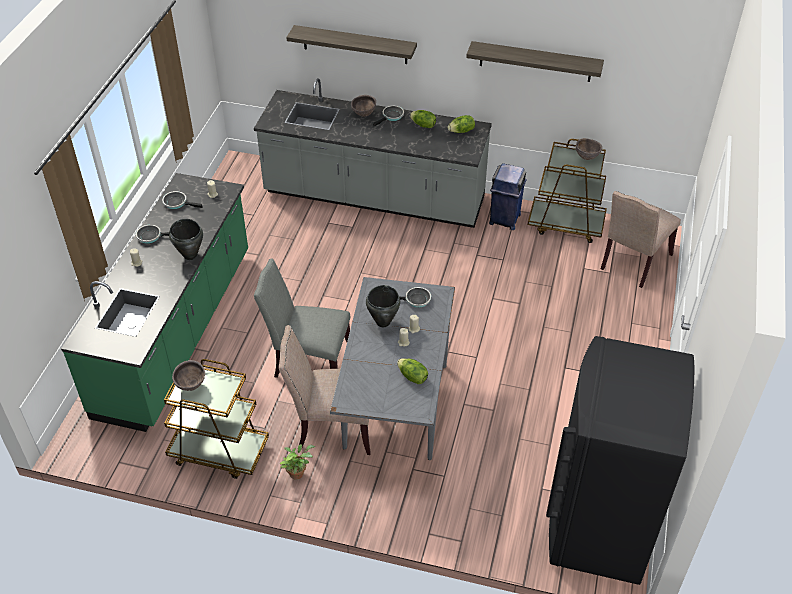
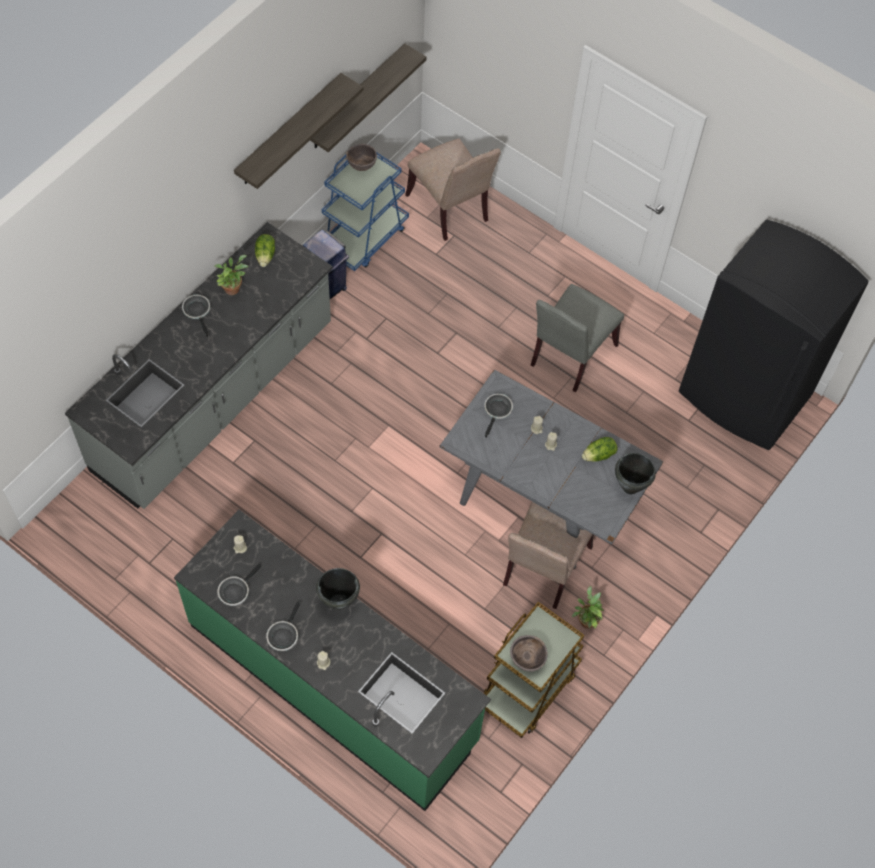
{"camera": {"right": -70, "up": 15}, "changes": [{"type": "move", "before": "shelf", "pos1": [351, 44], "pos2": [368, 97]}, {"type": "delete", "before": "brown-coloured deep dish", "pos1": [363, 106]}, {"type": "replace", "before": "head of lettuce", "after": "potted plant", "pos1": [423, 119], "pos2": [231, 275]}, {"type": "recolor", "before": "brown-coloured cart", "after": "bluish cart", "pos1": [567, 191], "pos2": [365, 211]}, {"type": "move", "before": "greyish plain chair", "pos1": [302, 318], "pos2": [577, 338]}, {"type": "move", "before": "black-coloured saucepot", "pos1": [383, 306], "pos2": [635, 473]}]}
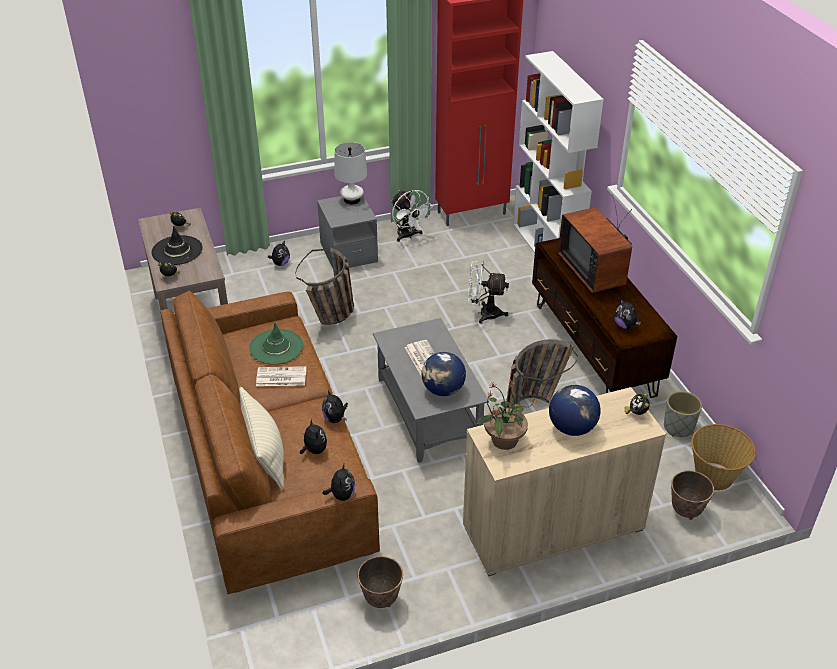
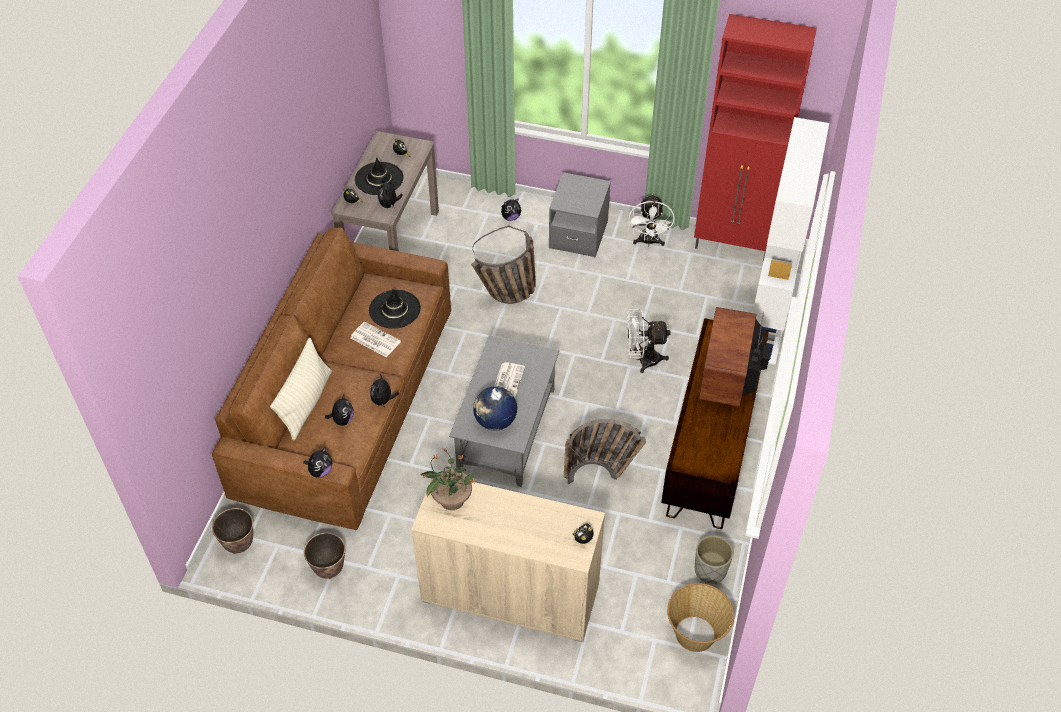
{"camera": {"right": 35, "up": 10}, "changes": [{"type": "delete", "before": "white tabletop lamp", "pos1": [350, 173]}, {"type": "rotate", "before": "white fan", "pos1": [488, 292], "pos2": [648, 341], "turn": -45}, {"type": "move", "before": "soft toy", "pos1": [627, 314], "pos2": [390, 193]}, {"type": "recolor", "before": "green-coloured clothing hat", "after": "black-coloured clothing hat", "pos1": [276, 344], "pos2": [395, 309]}, {"type": "delete", "before": "world globe", "pos1": [575, 410]}, {"type": "move", "before": "flower pot", "pos1": [692, 495], "pos2": [232, 531]}]}
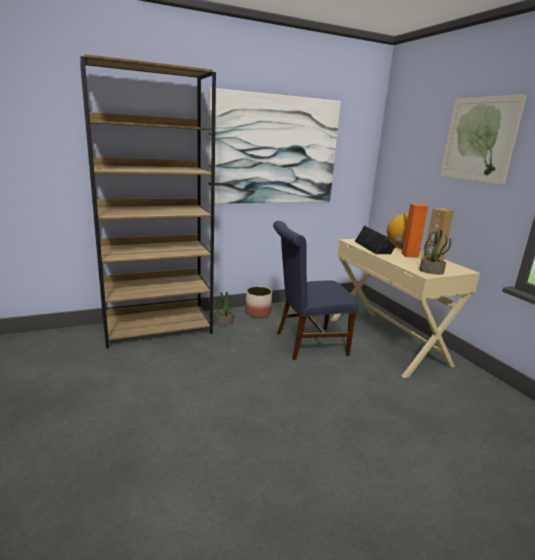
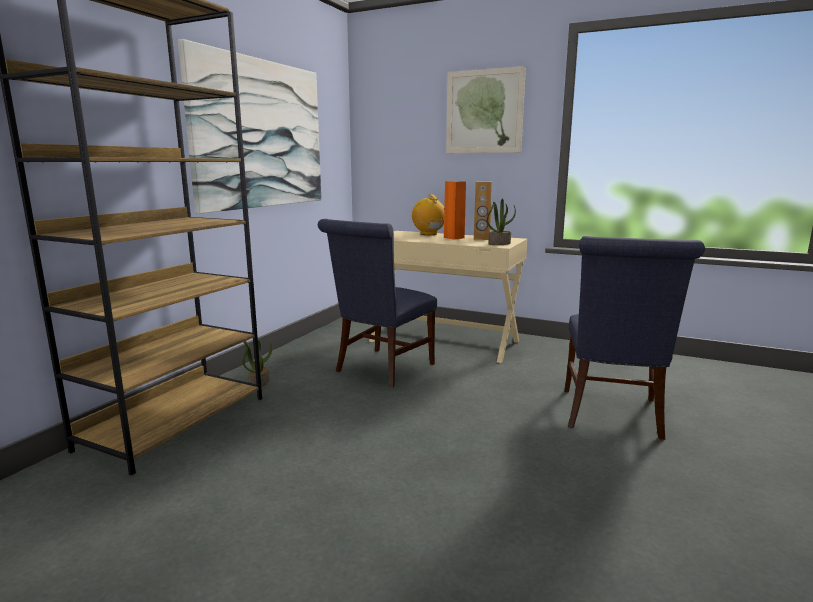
{"camera": {"right": -40, "up": -5}, "changes": [{"type": "delete", "before": "black-coloured speaker", "pos1": [375, 239]}, {"type": "delete", "before": "flower pot", "pos1": [258, 302]}, {"type": "insert", "after": "bluish plain chair", "pos2": [634, 338]}]}
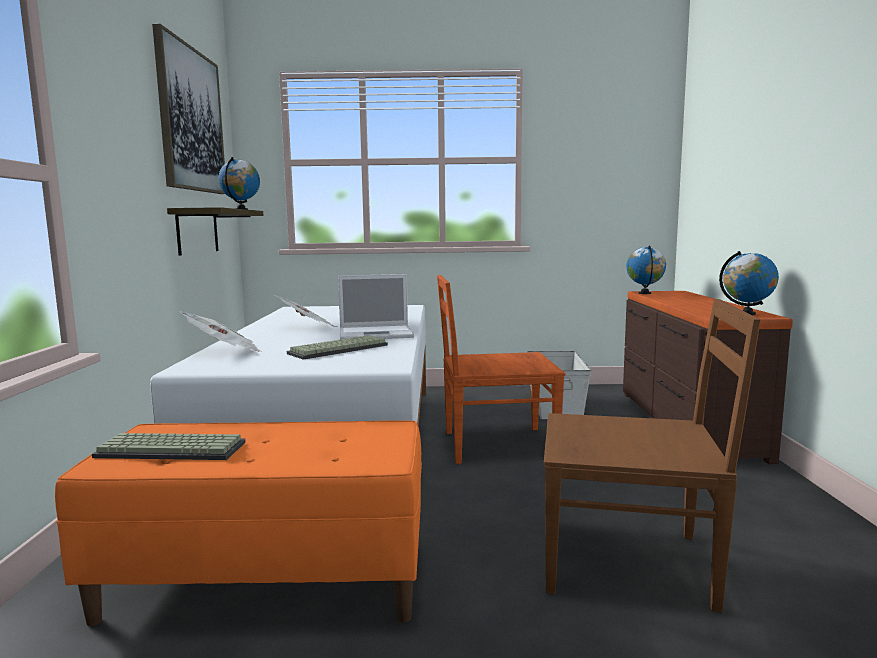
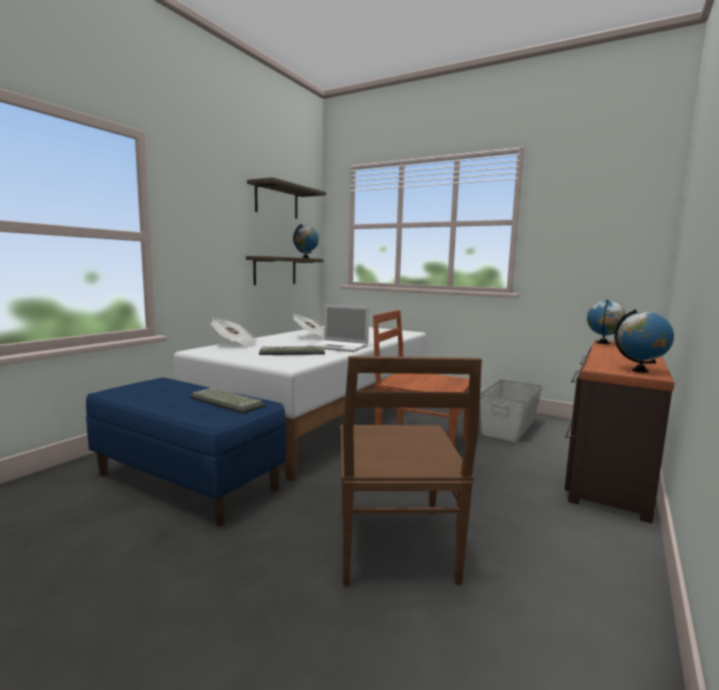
{"camera": {"right": 30, "up": 0}, "changes": [{"type": "replace", "before": "picture", "after": "shelf", "pos1": [188, 109], "pos2": [286, 198]}, {"type": "rotate", "before": "brown-coloured plain chair", "pos1": [652, 455], "pos2": [411, 471], "turn": 45}, {"type": "recolor", "before": "orangey long seat", "after": "bluish long seat", "pos1": [238, 523], "pos2": [186, 451]}, {"type": "move", "before": "PC keyboard", "pos1": [169, 446], "pos2": [227, 401]}]}
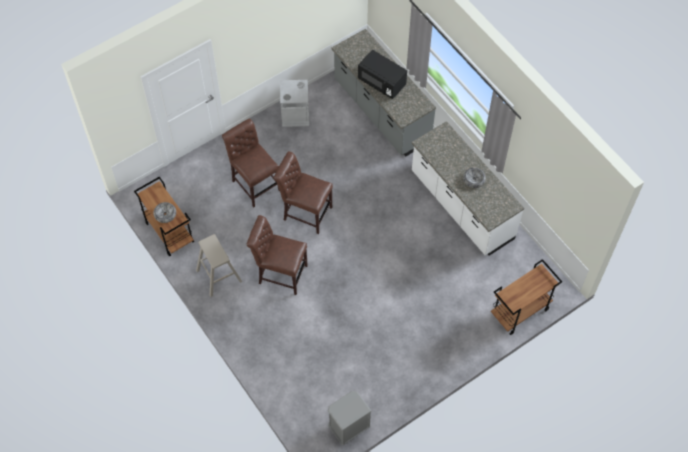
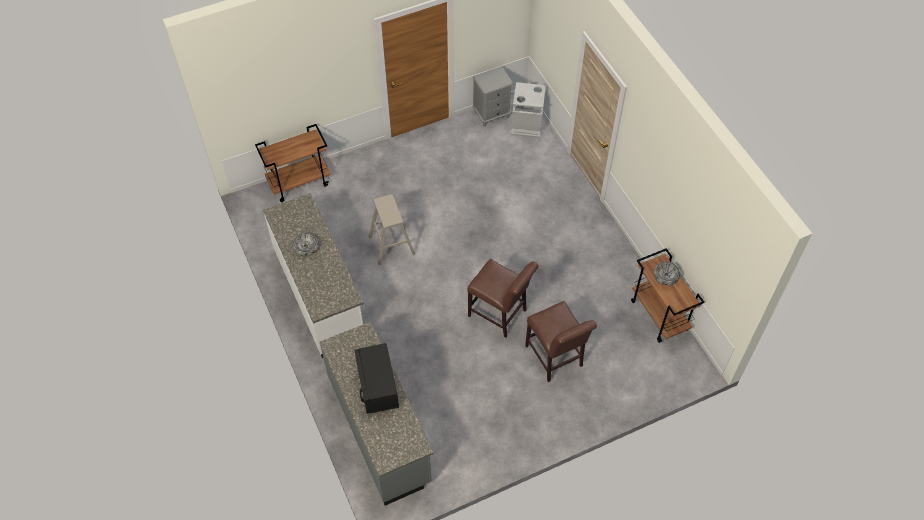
{"camera": {"right": -170, "up": -5}, "changes": [{"type": "rotate", "before": "black-coloured microwave oven", "pos1": [382, 74], "pos2": [377, 378], "turn": -150}, {"type": "move", "before": "greyish rubbish bin", "pos1": [294, 103], "pos2": [528, 110]}, {"type": "delete", "before": "brown-coloured plain chair", "pos1": [277, 255]}, {"type": "move", "before": "beige-coloured stool seat", "pos1": [219, 265], "pos2": [392, 229]}]}
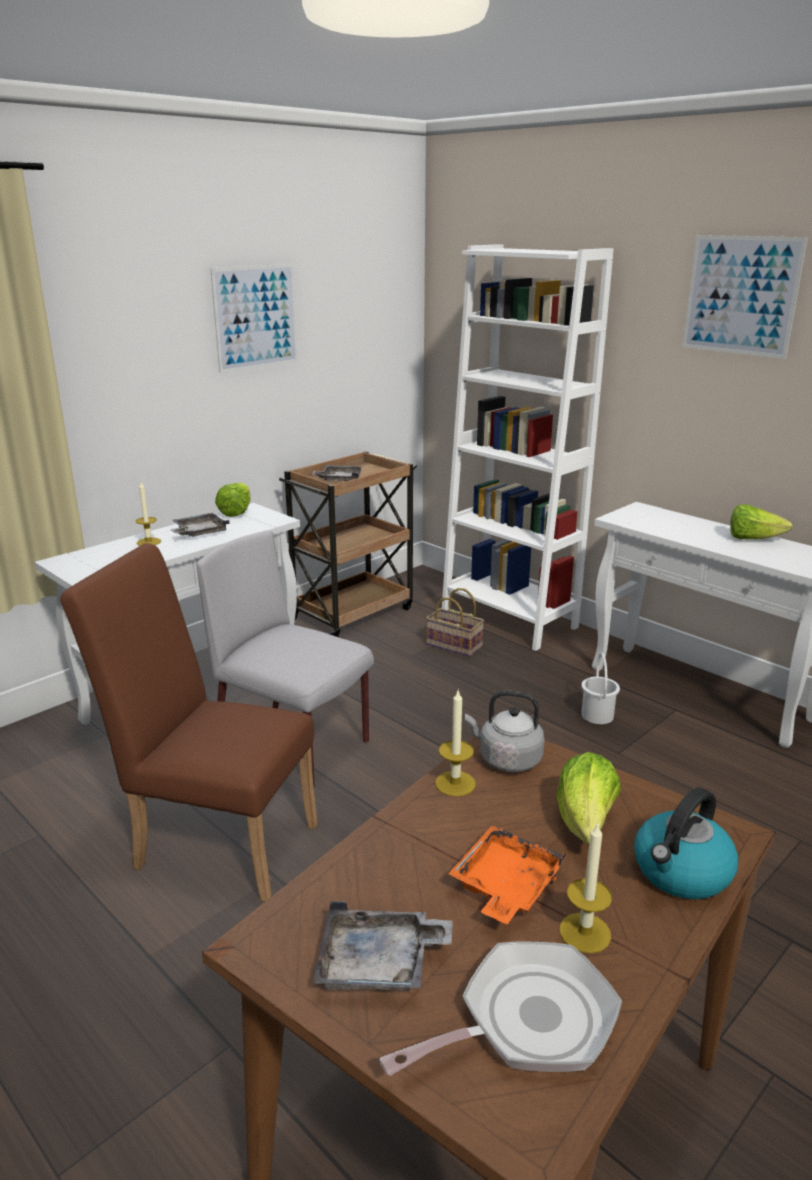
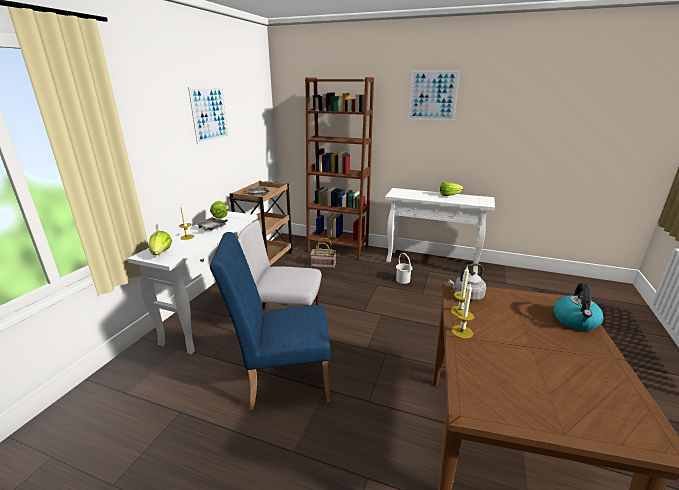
{"camera": {"right": -25, "up": 0}, "changes": [{"type": "recolor", "before": "white shelving unit", "after": "brown-coloured shelving unit", "pos1": [528, 447], "pos2": [339, 168]}, {"type": "recolor", "before": "brown-coloured plain chair", "after": "bluish plain chair", "pos1": [189, 722], "pos2": [270, 321]}, {"type": "move", "before": "head of lettuce", "pos1": [588, 798], "pos2": [160, 243]}, {"type": "move", "before": "wax candle", "pos1": [585, 887], "pos2": [463, 311]}, {"type": "delete", "before": "orangey carrying tray", "pos1": [507, 874]}, {"type": "delete", "before": "greyish carrying tray", "pos1": [383, 946]}, {"type": "delete", "before": "frying pan", "pos1": [500, 1009]}]}
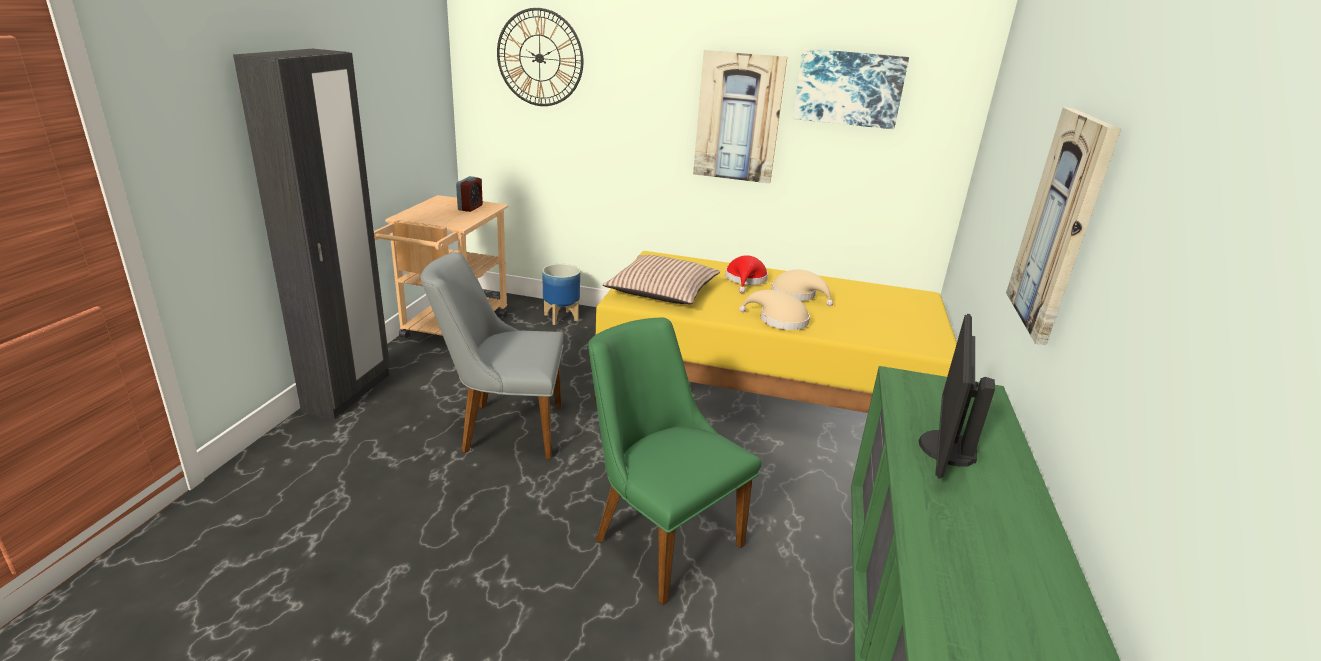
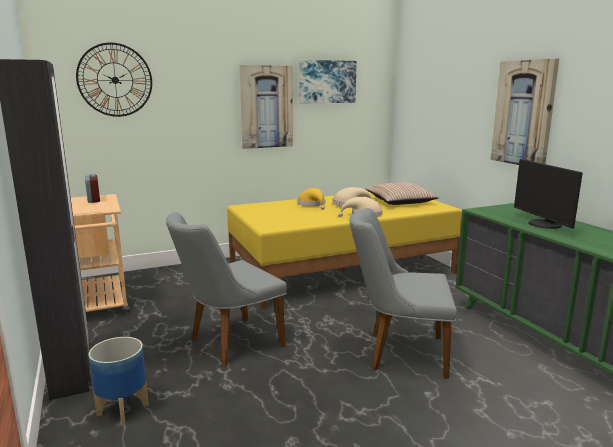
{"camera": {"right": -35, "up": -10}, "changes": [{"type": "move", "before": "throw pillow", "pos1": [661, 279], "pos2": [402, 193]}, {"type": "recolor", "before": "reddish clothing hat", "after": "yellow-coloured clothing hat", "pos1": [746, 274], "pos2": [311, 199]}, {"type": "move", "before": "flower pot", "pos1": [561, 294], "pos2": [119, 381]}, {"type": "recolor", "before": "green-coloured plain chair", "after": "greyish plain chair", "pos1": [675, 461], "pos2": [403, 293]}]}
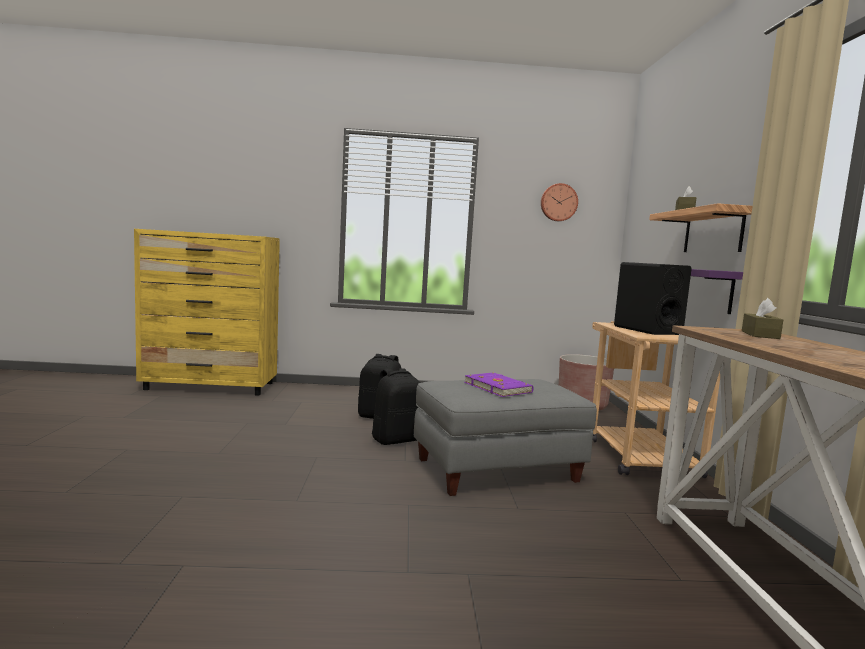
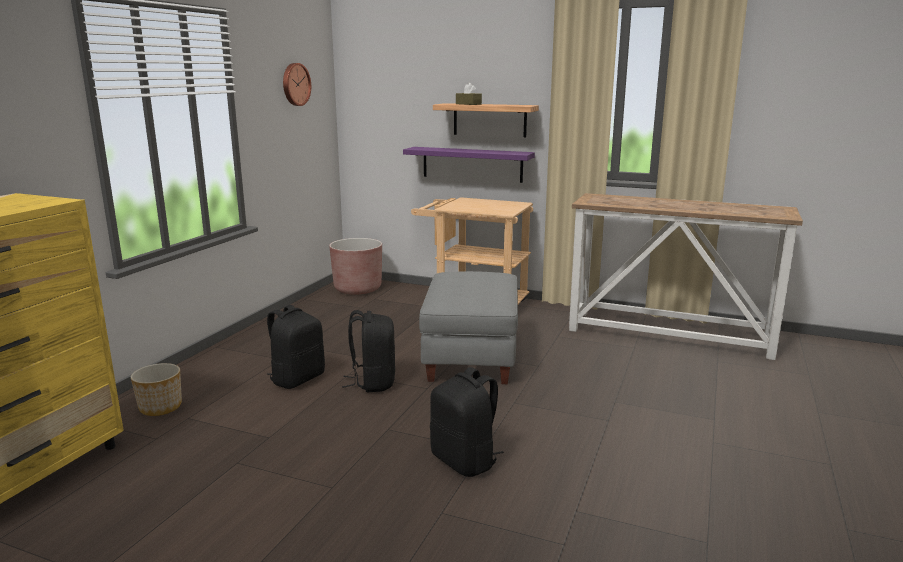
{"camera": {"right": -65, "up": 10}, "changes": [{"type": "delete", "before": "black-coloured speaker", "pos1": [653, 298]}, {"type": "delete", "before": "brown-coloured box of tissues", "pos1": [762, 318]}, {"type": "delete", "before": "purple-coloured bound book", "pos1": [498, 384]}, {"type": "insert", "after": "flower pot", "pos2": [156, 389]}, {"type": "insert", "after": "black-coloured backpack", "pos2": [467, 422]}]}
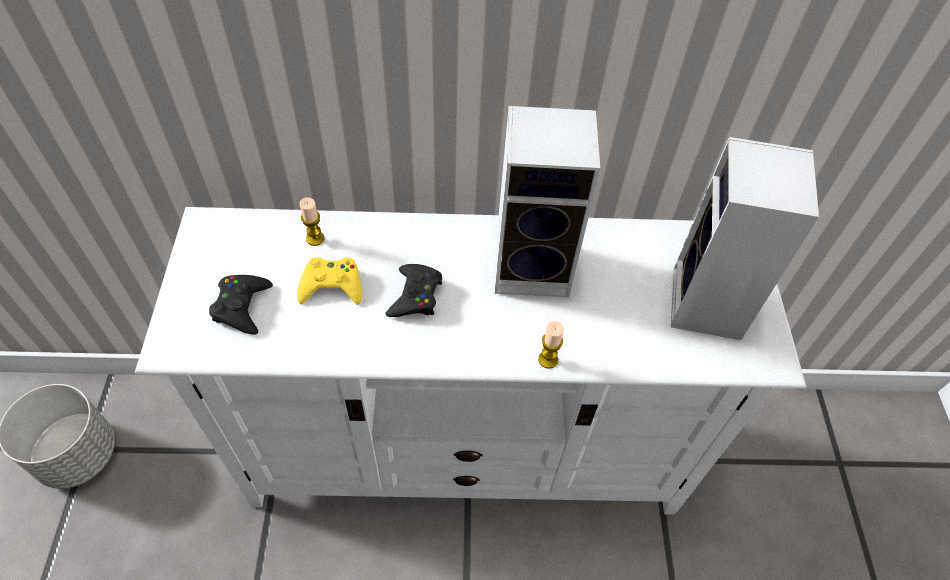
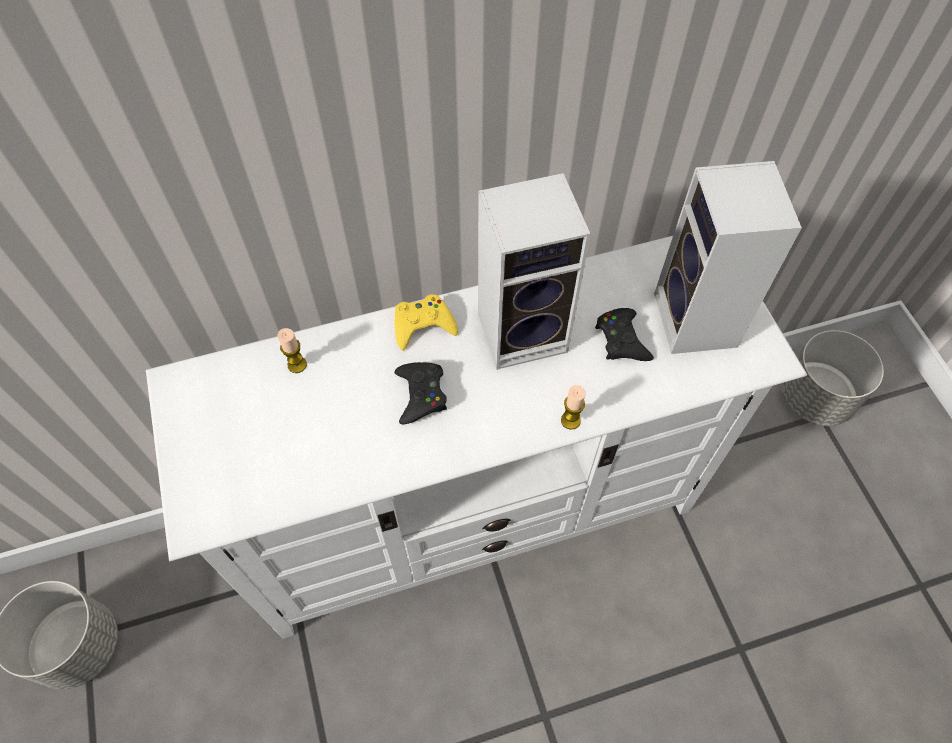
{"camera": {"right": -15, "up": 5}, "changes": [{"type": "move", "before": "yellow-coloured gamepad", "pos1": [329, 281], "pos2": [426, 322]}, {"type": "move", "before": "black-coloured gamepad", "pos1": [241, 305], "pos2": [624, 334]}, {"type": "insert", "after": "greyish flower pot", "pos2": [833, 378]}]}
